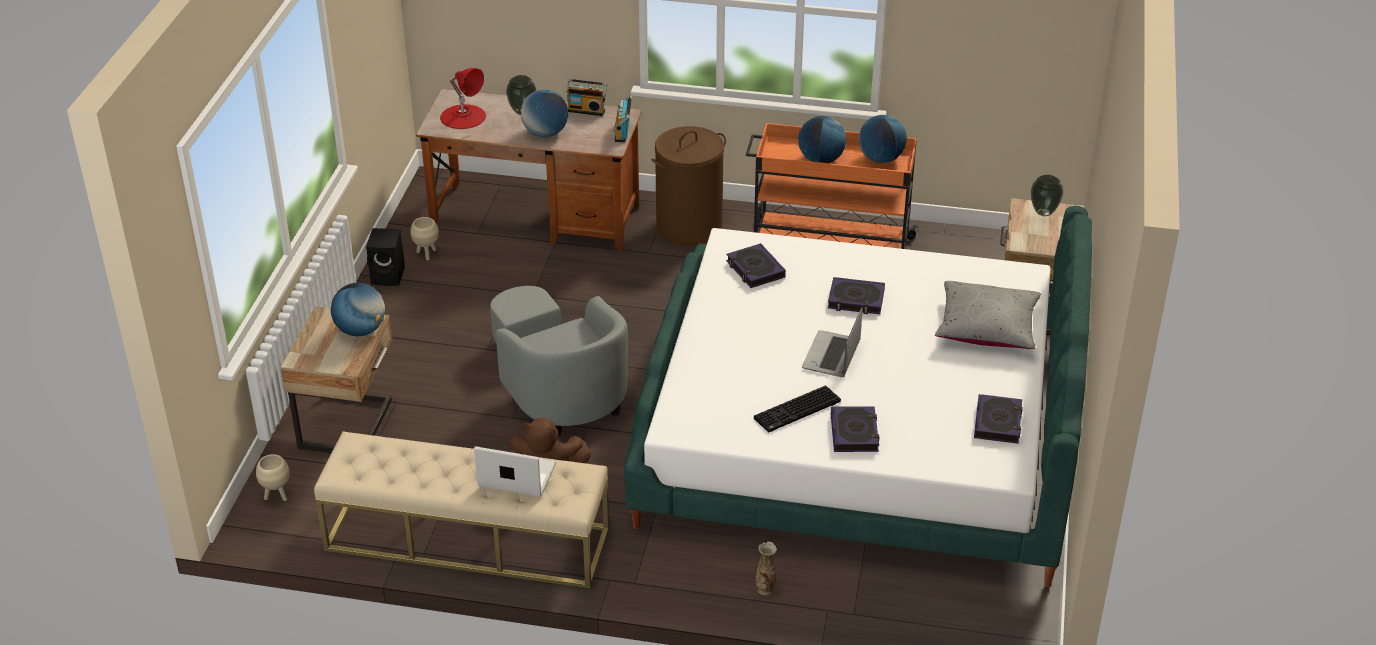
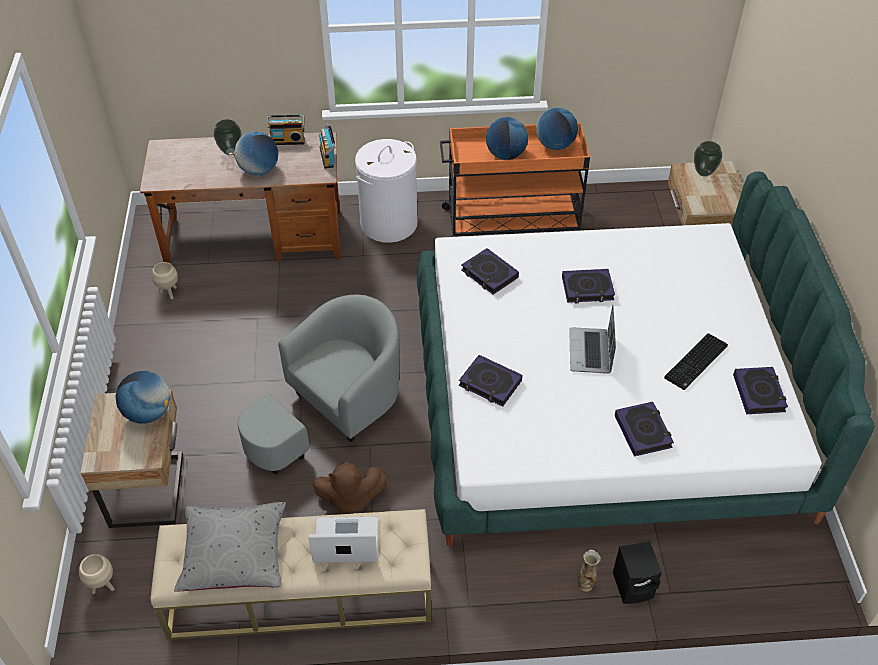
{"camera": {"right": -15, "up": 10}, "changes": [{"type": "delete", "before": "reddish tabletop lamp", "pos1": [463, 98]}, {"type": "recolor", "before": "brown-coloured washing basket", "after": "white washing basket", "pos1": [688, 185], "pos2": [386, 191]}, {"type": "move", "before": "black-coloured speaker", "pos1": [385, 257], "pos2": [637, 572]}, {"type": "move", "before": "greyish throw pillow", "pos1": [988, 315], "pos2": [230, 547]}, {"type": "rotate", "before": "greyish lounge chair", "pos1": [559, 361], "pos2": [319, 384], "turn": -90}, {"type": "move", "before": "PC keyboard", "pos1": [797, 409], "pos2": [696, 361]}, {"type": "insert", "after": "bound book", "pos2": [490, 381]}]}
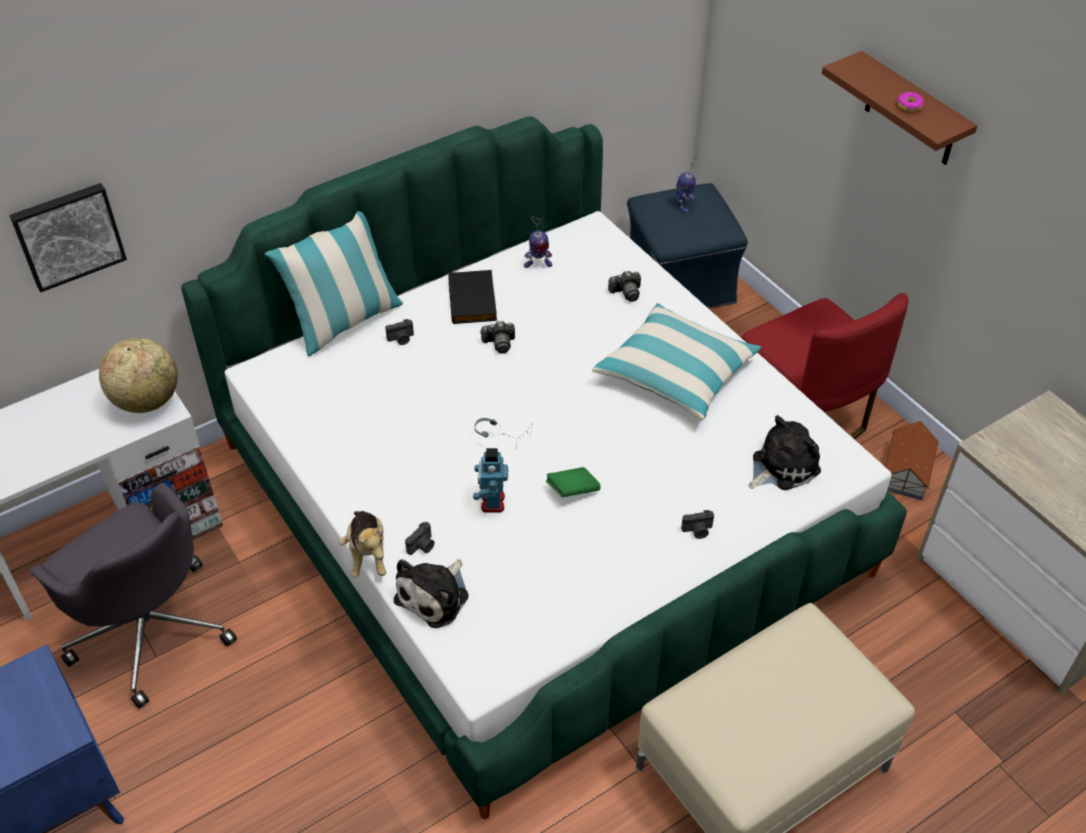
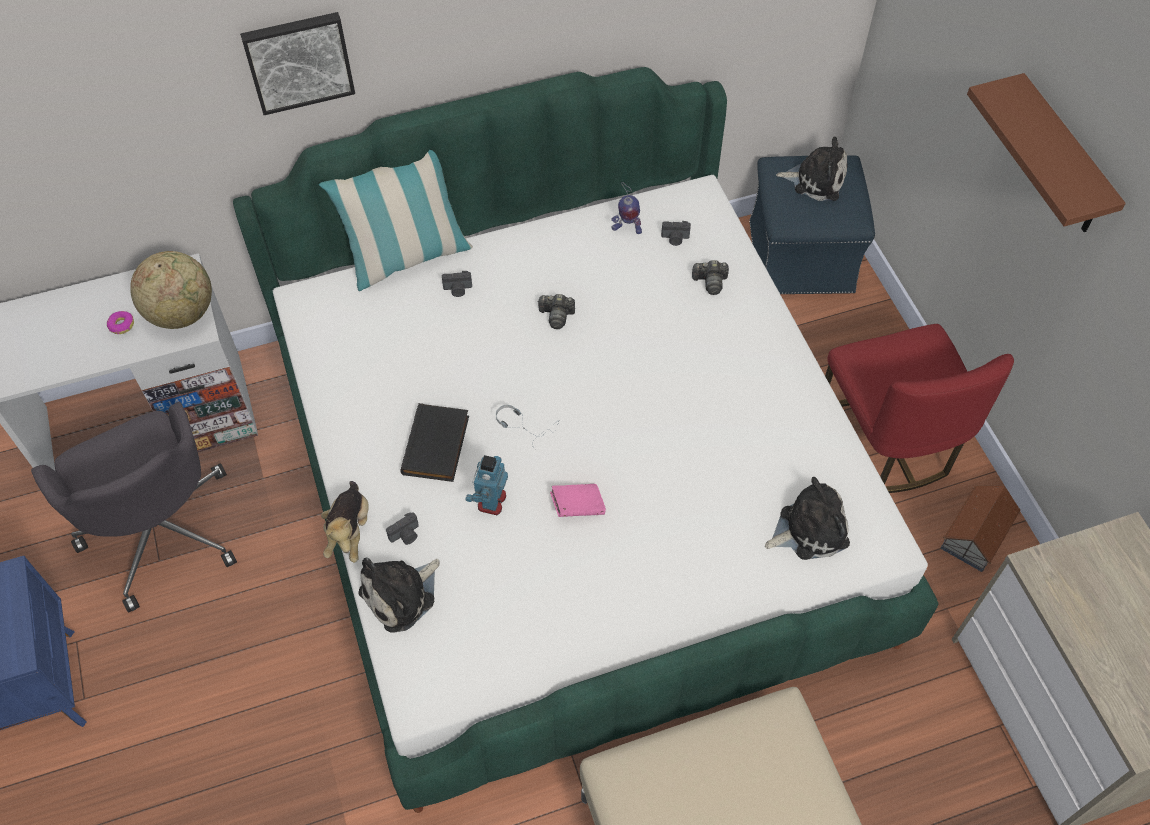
{"camera": {"right": 15, "up": 10}, "changes": [{"type": "move", "before": "donut", "pos1": [910, 102], "pos2": [120, 322]}, {"type": "replace", "before": "toy robot", "after": "soft toy", "pos1": [686, 184], "pos2": [812, 168]}, {"type": "move", "before": "picture", "pos1": [68, 237], "pos2": [297, 63]}, {"type": "move", "before": "black-coloured bound book", "pos1": [472, 297], "pos2": [434, 442]}, {"type": "delete", "before": "throw pillow", "pos1": [676, 362]}, {"type": "recolor", "before": "green-coloured bound book", "after": "pink bound book", "pos1": [573, 482], "pos2": [578, 500]}, {"type": "move", "before": "photo camera", "pos1": [697, 524], "pos2": [676, 233]}]}
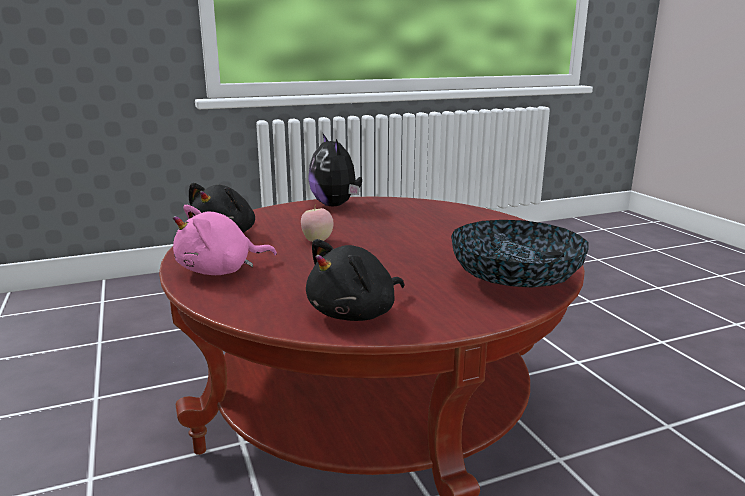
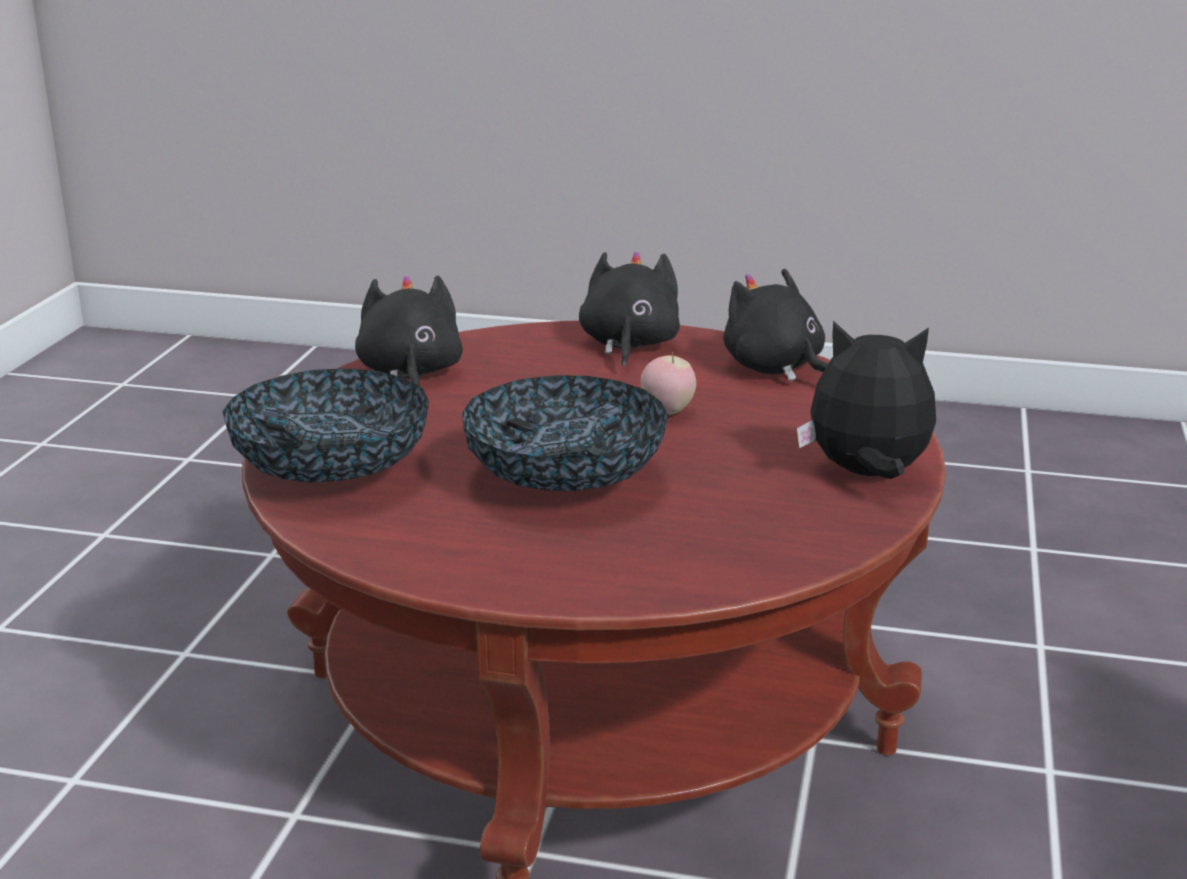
{"camera": {"right": 125, "up": 5}, "changes": [{"type": "recolor", "before": "pink soft toy", "after": "black-coloured soft toy", "pos1": [225, 240], "pos2": [629, 309]}, {"type": "insert", "after": "deep dish", "pos2": [565, 433]}]}
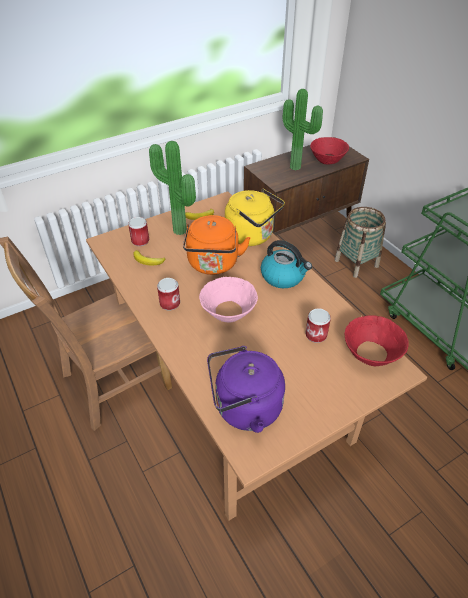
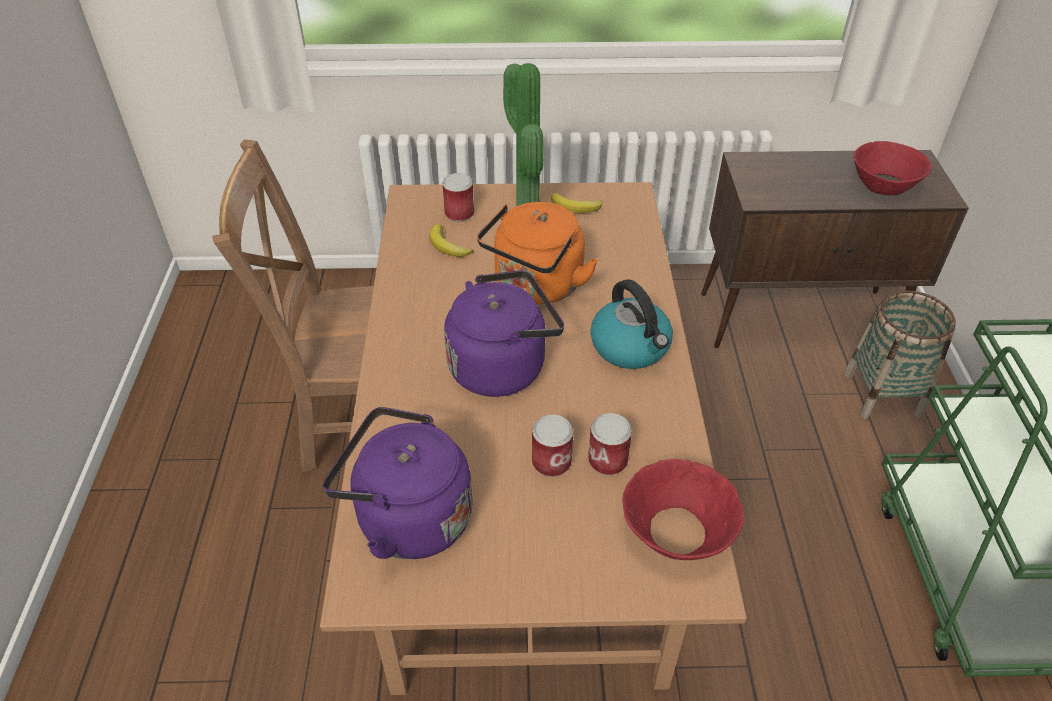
{"camera": {"right": 30, "up": 0}, "changes": [{"type": "delete", "before": "potted plant", "pos1": [302, 129]}, {"type": "delete", "before": "yellow-coloured kettle", "pos1": [255, 217]}, {"type": "replace", "before": "pink deep dish", "after": "purple-coloured kettle", "pos1": [228, 299], "pos2": [504, 333]}, {"type": "move", "before": "can", "pos1": [168, 294], "pos2": [553, 446]}]}
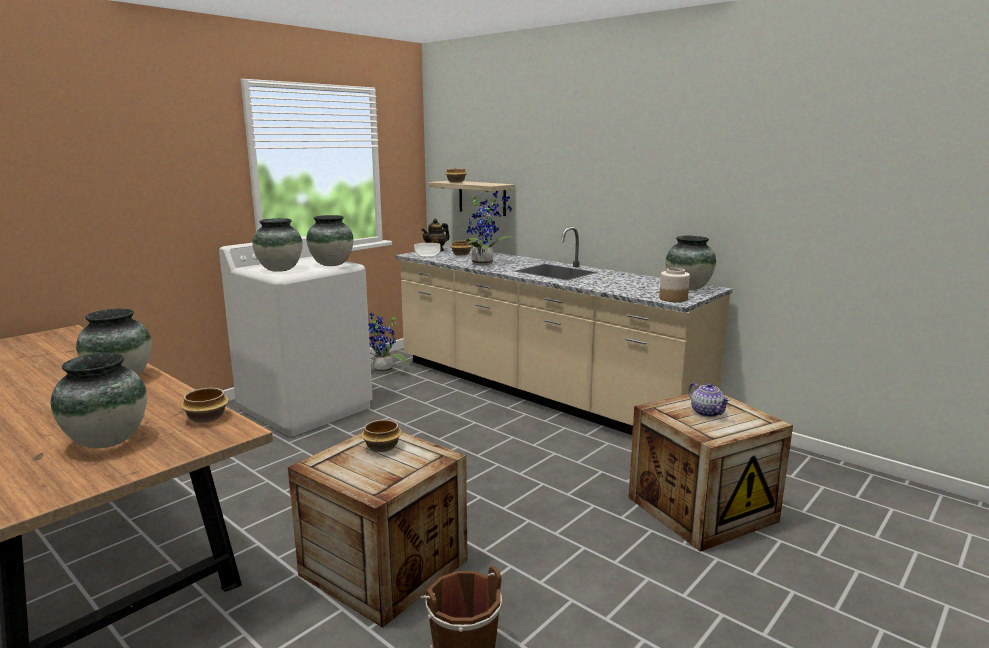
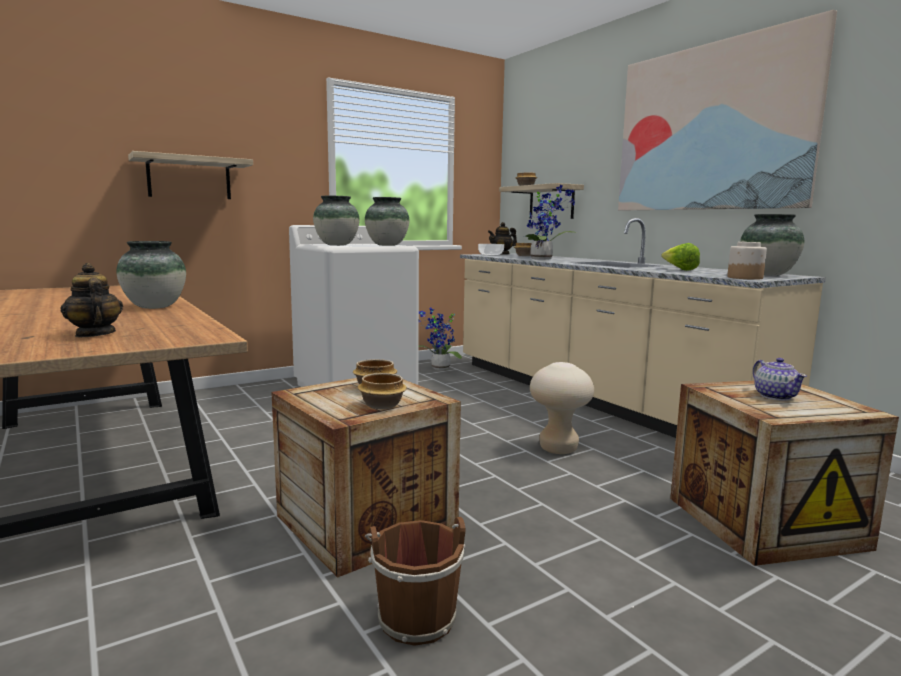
{"camera": {"right": 15, "up": -5}, "changes": [{"type": "replace", "before": "vase", "after": "teapot", "pos1": [99, 400], "pos2": [91, 300]}, {"type": "move", "before": "deep dish", "pos1": [204, 405], "pos2": [382, 391]}, {"type": "insert", "after": "picture", "pos2": [727, 110]}, {"type": "insert", "after": "shelf", "pos2": [190, 175]}, {"type": "insert", "after": "head of lettuce", "pos2": [680, 257]}, {"type": "insert", "after": "beige-coloured stool seat", "pos2": [562, 408]}]}
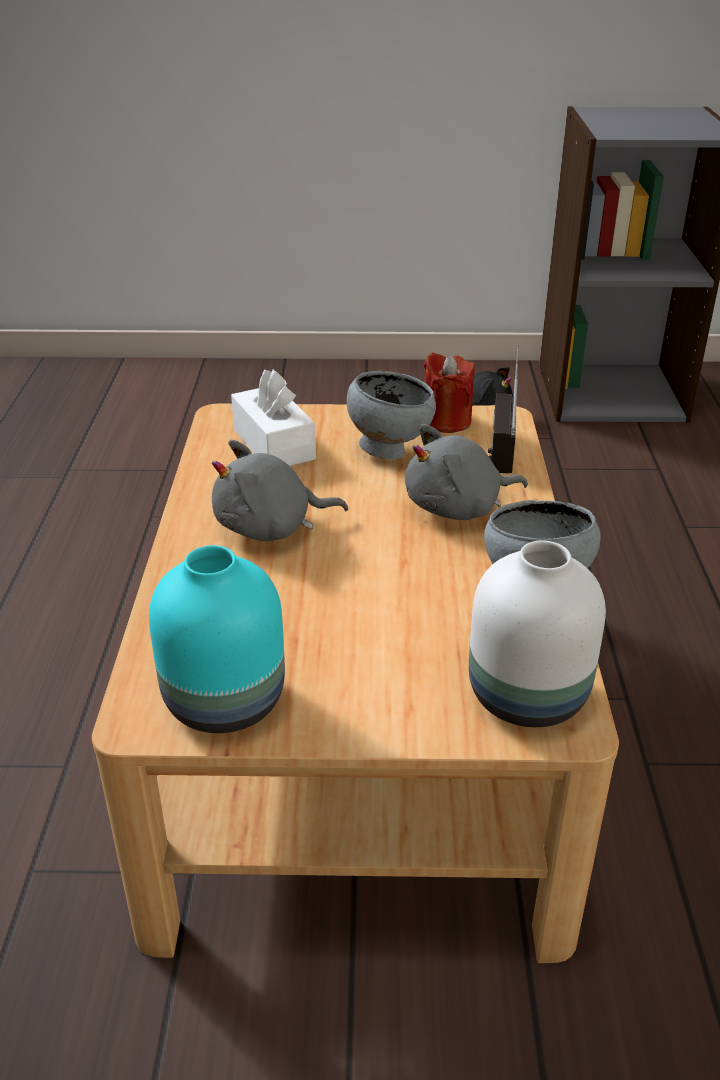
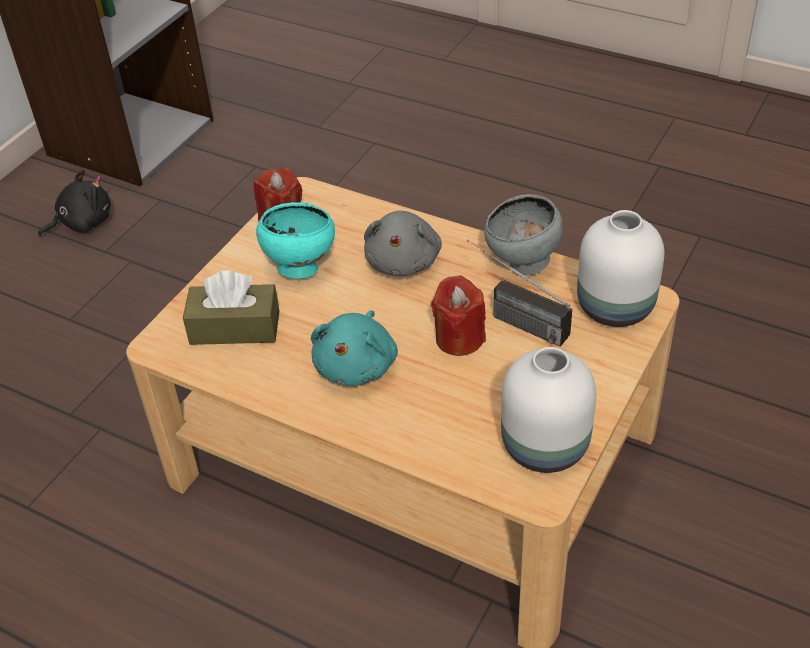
{"camera": {"right": -60, "up": 10}, "changes": [{"type": "move", "before": "radio set", "pos1": [503, 408], "pos2": [519, 293]}, {"type": "recolor", "before": "white box of tissues", "after": "brown-coloured box of tissues", "pos1": [273, 418], "pos2": [231, 307]}, {"type": "recolor", "before": "greyish deep dish", "after": "blue-green deep dish", "pos1": [391, 414], "pos2": [295, 240]}, {"type": "recolor", "before": "greyish soft toy", "after": "blue-green soft toy", "pos1": [280, 490], "pos2": [354, 348]}, {"type": "recolor", "before": "blue-green vase", "after": "white vase", "pos1": [217, 639], "pos2": [548, 410]}, {"type": "insert", "after": "reddish wax candle", "pos2": [458, 315]}]}
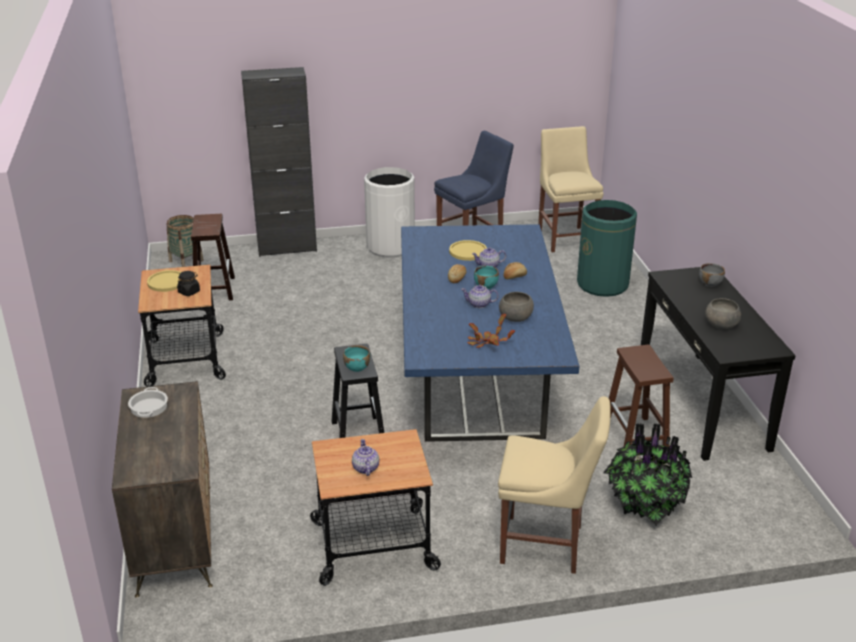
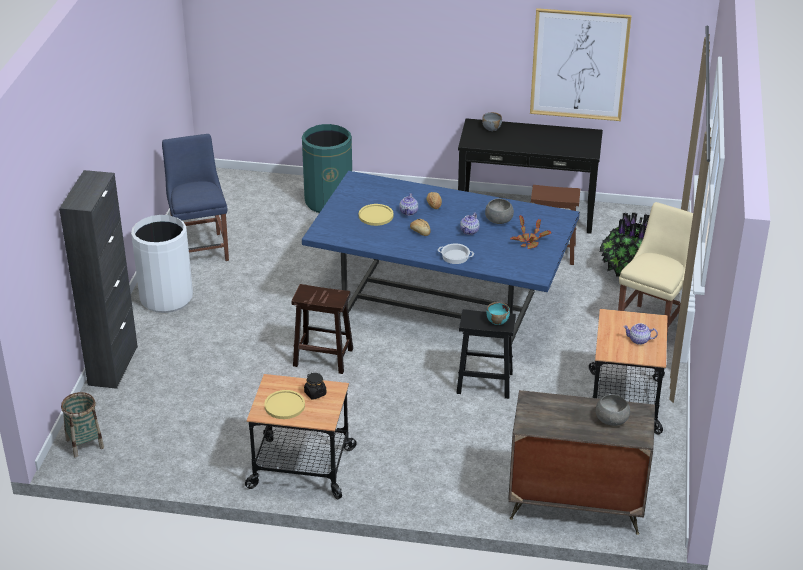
{"camera": {"right": -70, "up": 5}, "changes": [{"type": "delete", "before": "beige-coloured plain chair", "pos1": [571, 189]}, {"type": "move", "before": "brown-coloured stool seat", "pos1": [213, 257], "pos2": [322, 329]}, {"type": "delete", "before": "blue-green deep dish", "pos1": [486, 277]}, {"type": "move", "before": "greyish deep dish", "pos1": [723, 313], "pos2": [613, 410]}, {"type": "move", "before": "saucepot", "pos1": [148, 402], "pos2": [456, 253]}, {"type": "insert", "after": "picture", "pos2": [581, 64]}]}
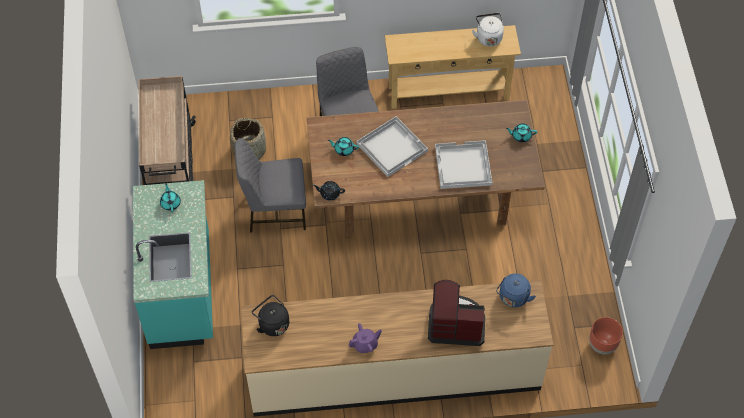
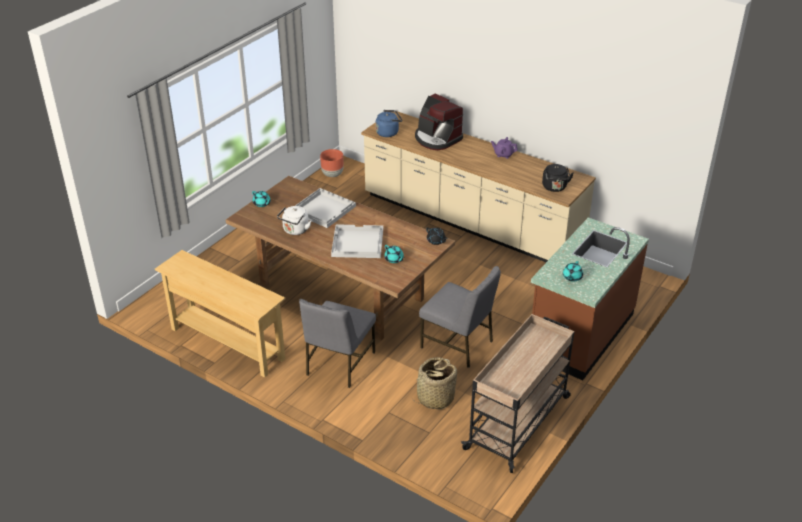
{"camera": {"right": -140, "up": -20}, "changes": [{"type": "move", "before": "white kettle", "pos1": [488, 30], "pos2": [294, 220]}, {"type": "recolor", "before": "blue-green kitchen base unit", "after": "brown-coloured kitchen base unit", "pos1": [173, 264], "pos2": [590, 298]}]}
